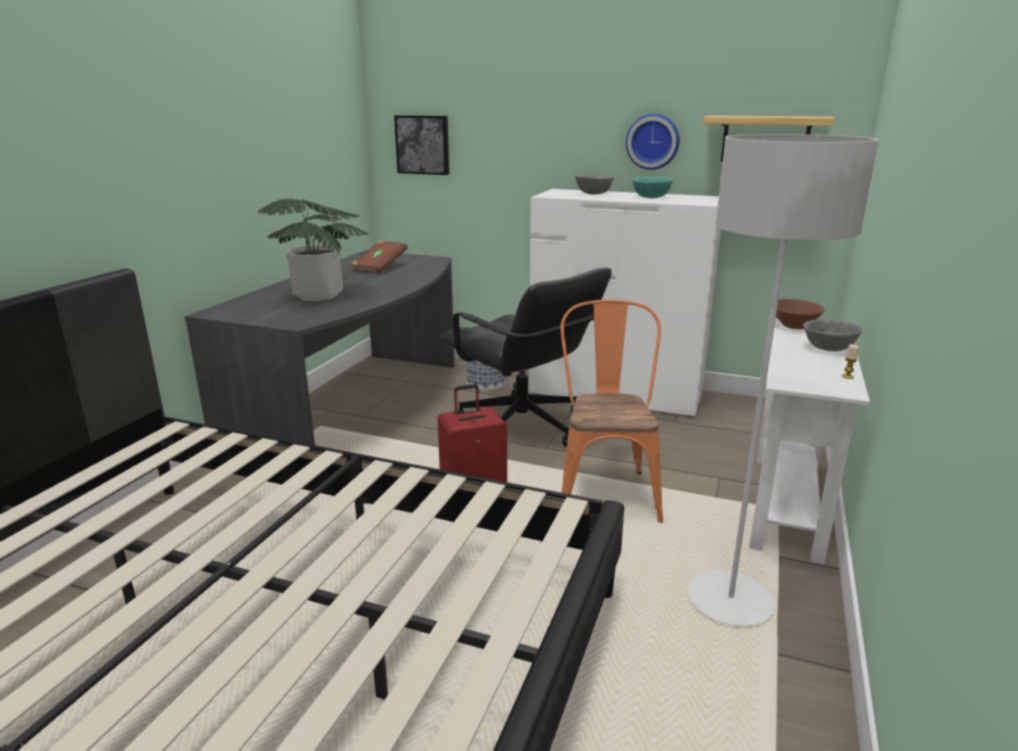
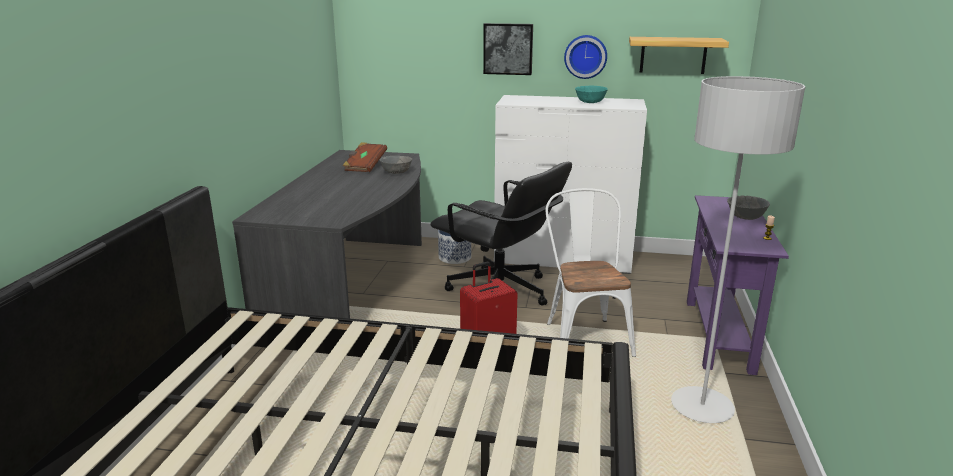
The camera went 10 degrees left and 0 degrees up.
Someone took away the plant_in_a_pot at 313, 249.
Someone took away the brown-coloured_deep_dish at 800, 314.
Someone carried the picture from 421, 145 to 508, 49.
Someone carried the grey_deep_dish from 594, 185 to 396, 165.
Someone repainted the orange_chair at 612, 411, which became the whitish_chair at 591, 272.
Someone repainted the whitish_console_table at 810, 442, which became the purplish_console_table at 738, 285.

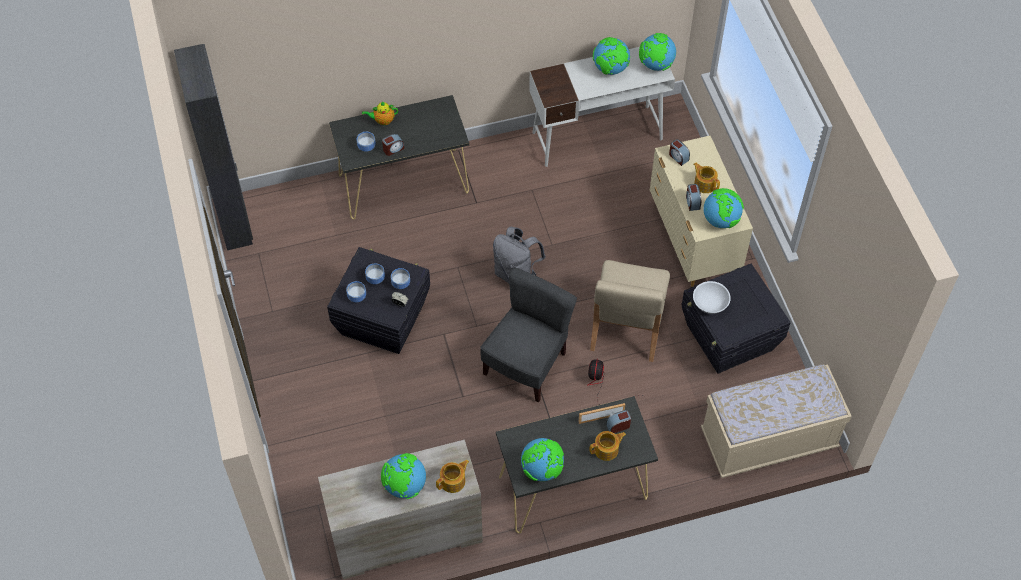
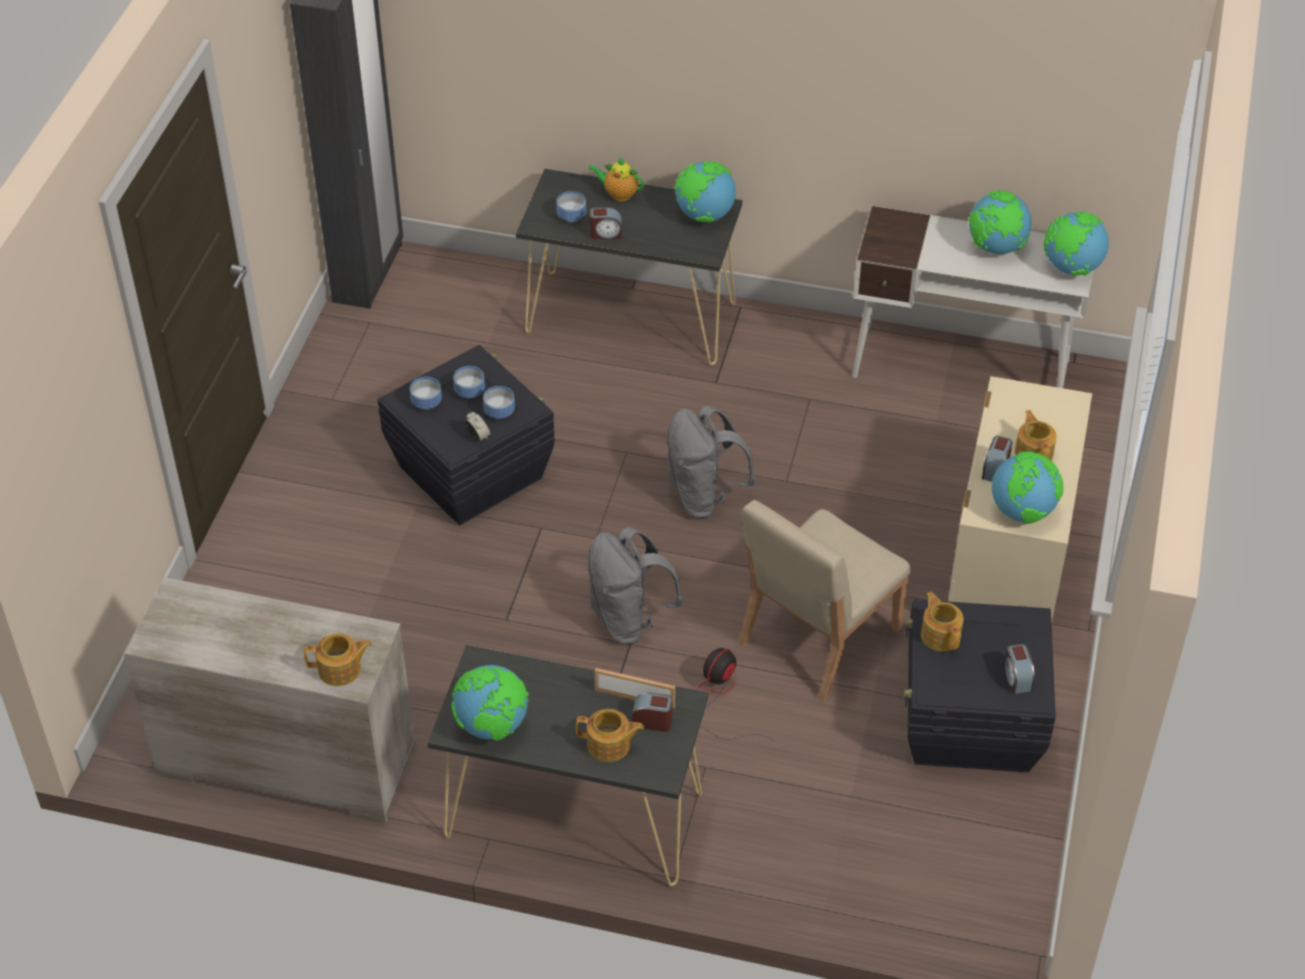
The camera went 30 degrees right and 10 degrees down.
Someone took away the beige_long_seat at 776, 421.
Someone carried the world_globe from 403, 476 to 705, 192.
Someone carried the alarm_clock from 679, 152 to 1019, 669.
Someone swapped the grey_chair at 528, 335 for the grey_knapsack at 635, 585.
Someone swapped the whitish_deep_dish at 712, 297 for the tea_pot at 942, 621.

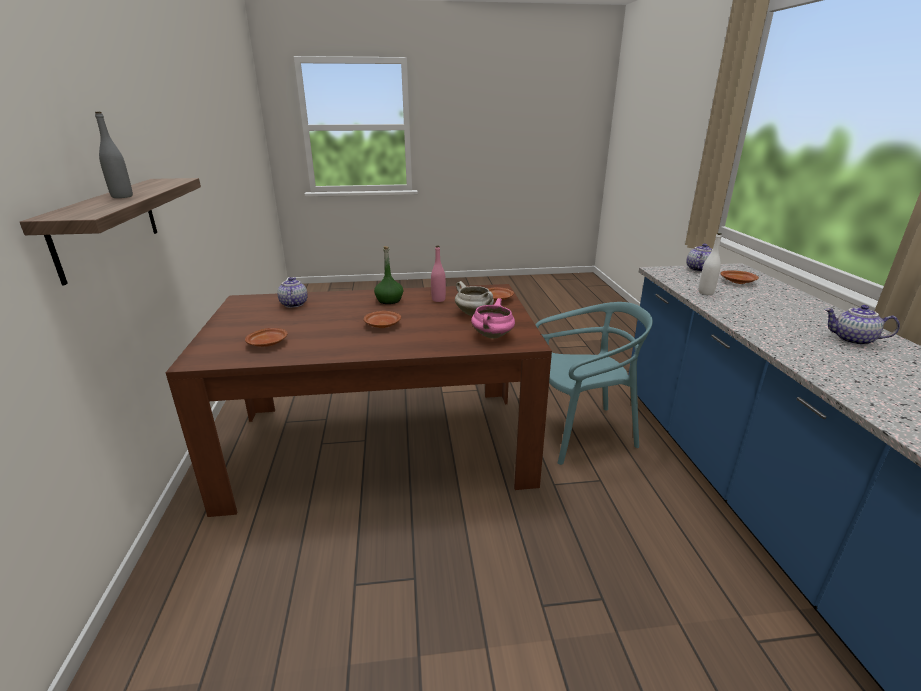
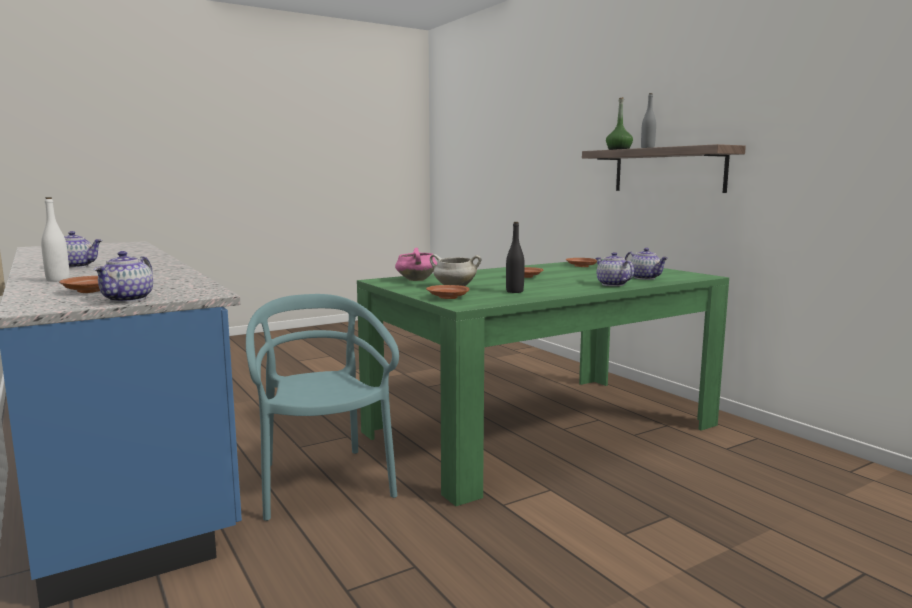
The camera went 155 degrees right and 15 degrees down.
Someone put down the tea_pot at 615, 269.
Someone carried the green-coloured_bottle from 388, 275 to 619, 123.
Someone carried the whitish_bottle from 710, 264 to 55, 239.
Someone repainted the brown-coloured_dinner_table at 359, 400, which became the green-coloured_dinner_table at 543, 382.
Someone repainted the pinkish_bottle at 438, 274, which became the blackish_bottle at 515, 257.
Someone rotated the blue-green_chair at 594, 383 by 105 degrees clockwise.

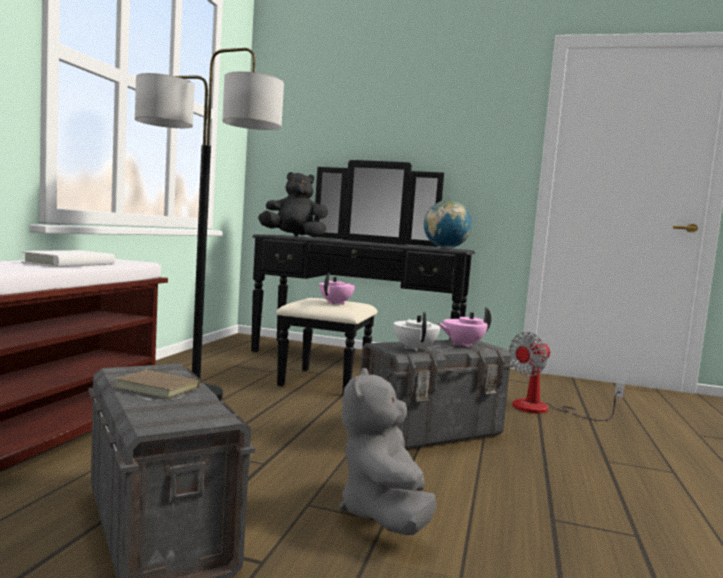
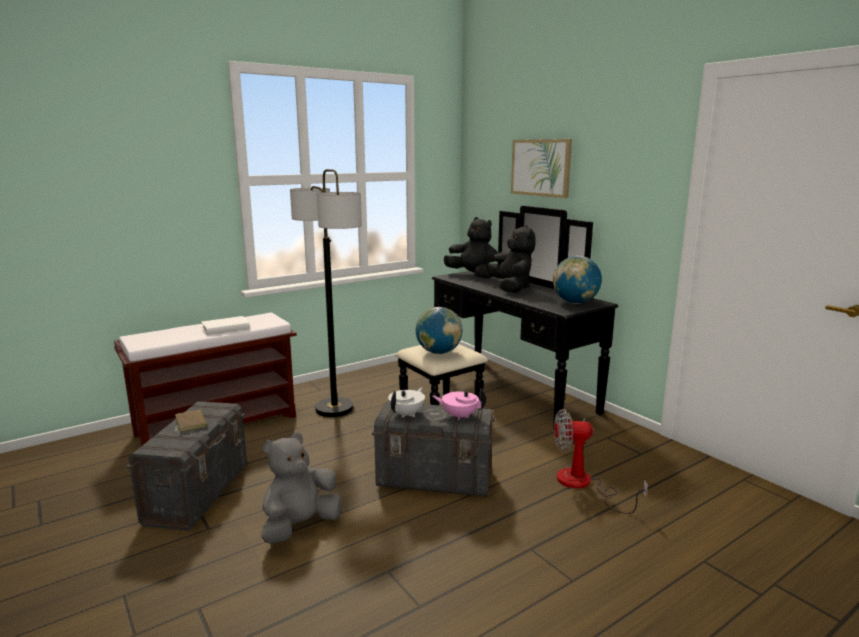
The camera went 40 degrees right and 10 degrees up.
Someone put down the blackish_plush_toy at 511, 259.
Someone put up the picture at 541, 168.
Someone swapped the pinkish_tea_pot at 337, 289 for the world_globe at 439, 330.

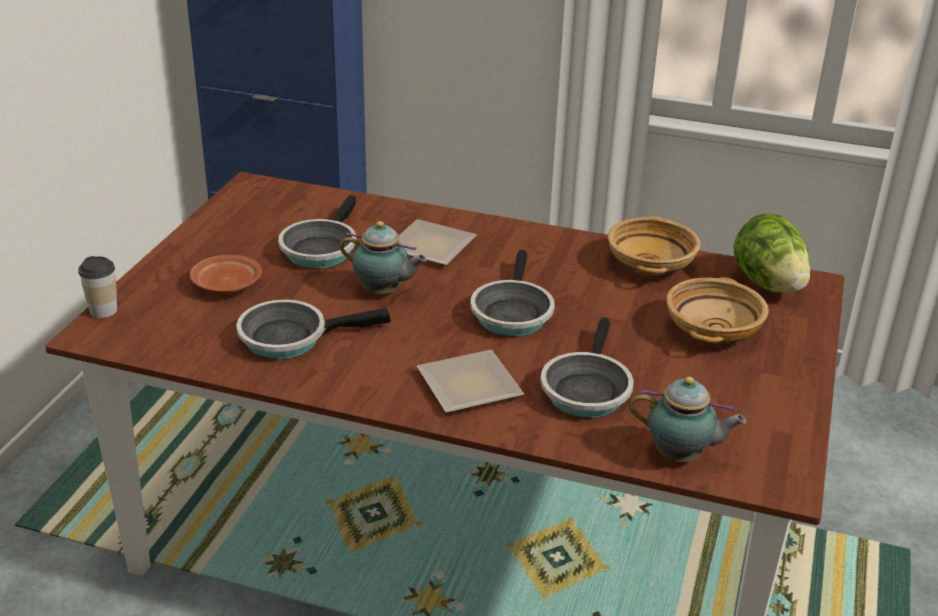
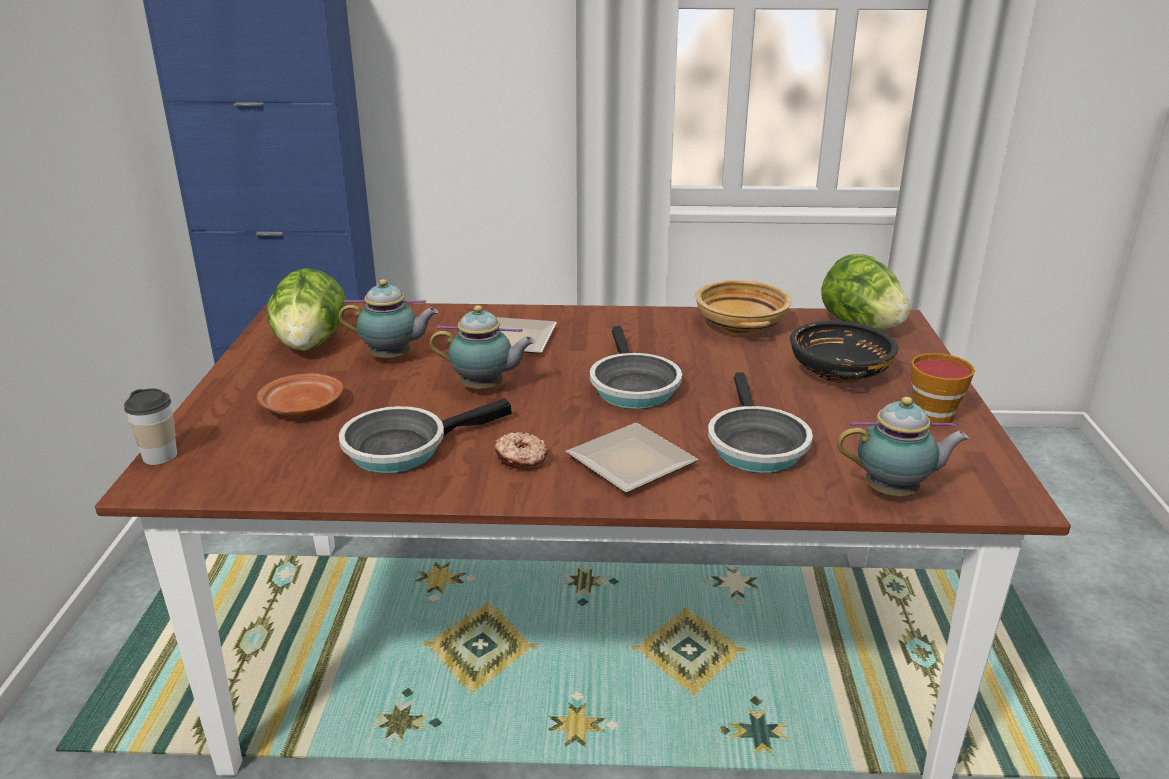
The camera went 15 degrees left and 5 degrees down.
Someone put down the head_of_lettuce at 306, 309.
Someone put down the ring_doughnut at 521, 451.
Someone put down the cup at 943, 388.
Someone swapped the frying_pan at 317, 231 for the tea_pot at 388, 318.
Someone repainted the beige_deep_dish at 717, 310, which became the blackish_deep_dish at 844, 351.

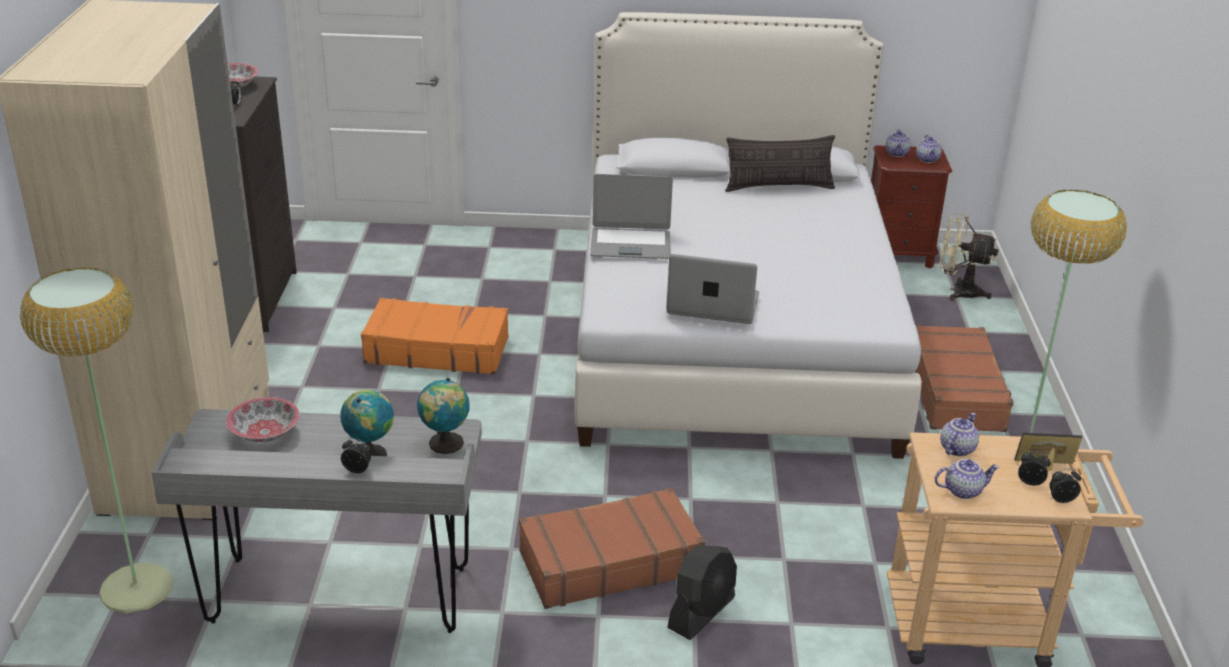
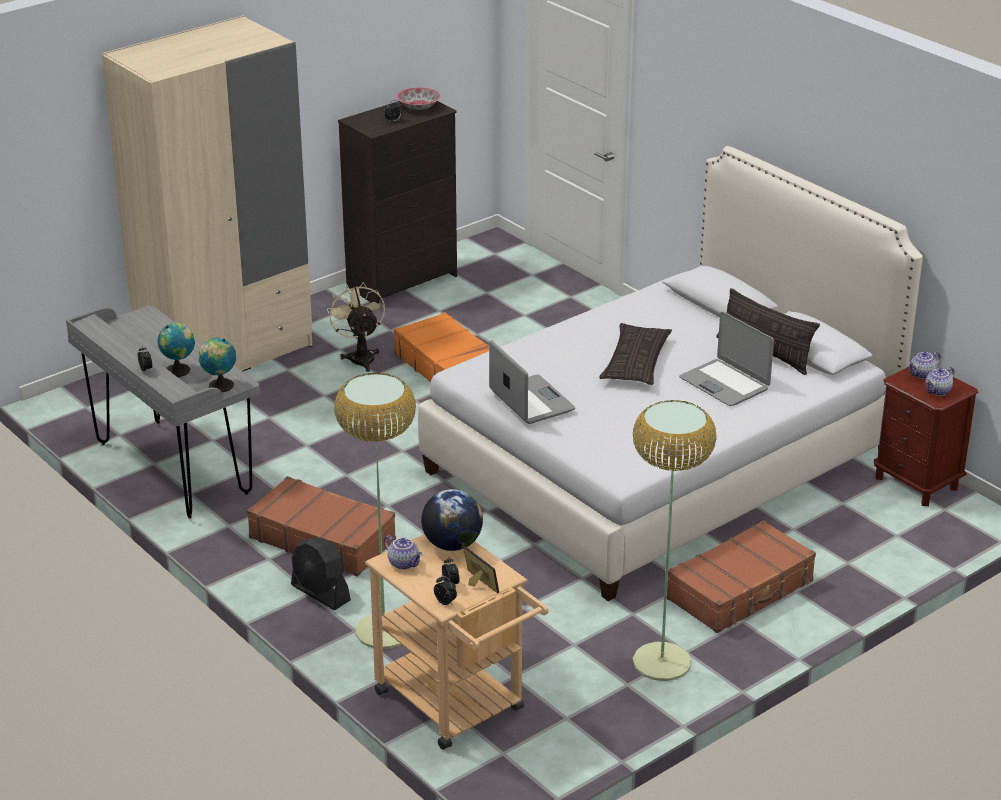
The camera went 50 degrees right and 0 degrees up.
Someone took away the deep_dish at 263, 419.
Someone put down the throw_pillow at 635, 354.
Someone carried the standard_lamp from 96, 440 to 375, 511.
Someone carried the portable_computer from 631, 216 to 726, 358.
Someone carried the beige_fan from 968, 256 to 356, 327.
Someone swapped the tea_pot at 959, 434 for the world_globe at 452, 520.
Someone rotated the blackish_fan at 702, 592 by 45 degrees clockwise.

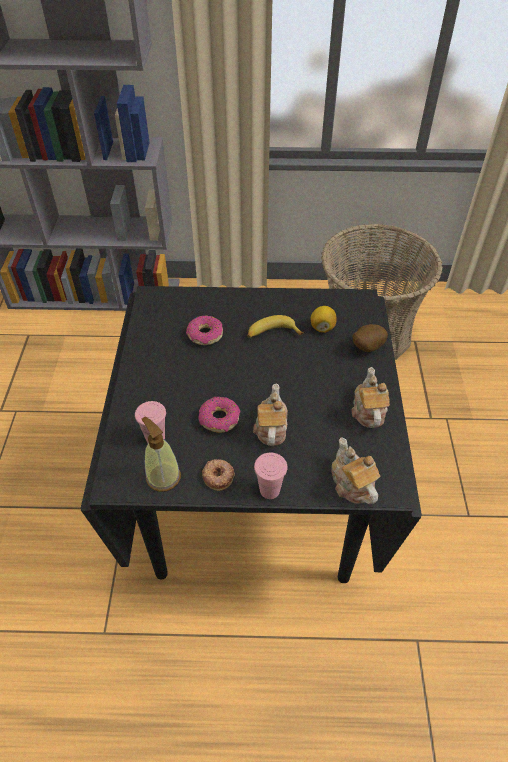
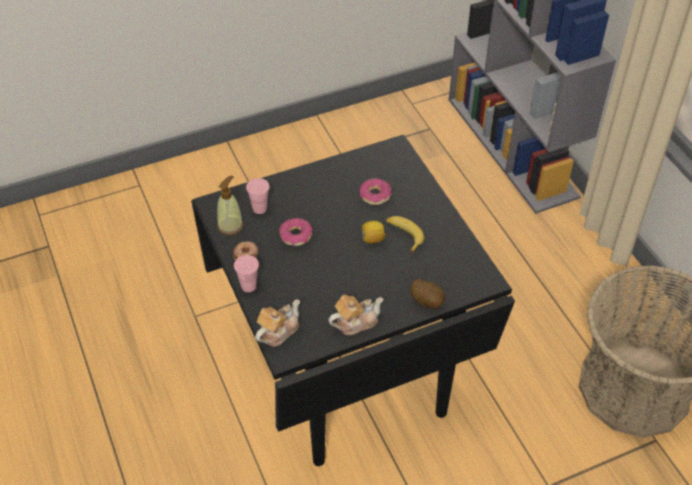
The camera went 65 degrees right and 0 degrees up.
Someone took away the tea_pot at 270, 414.
Someone carried the lemon from 324, 319 to 374, 232.

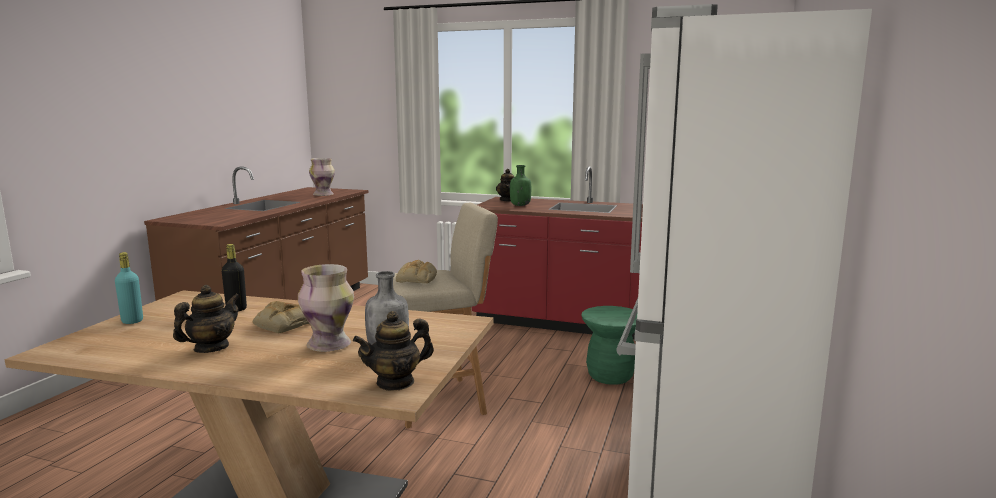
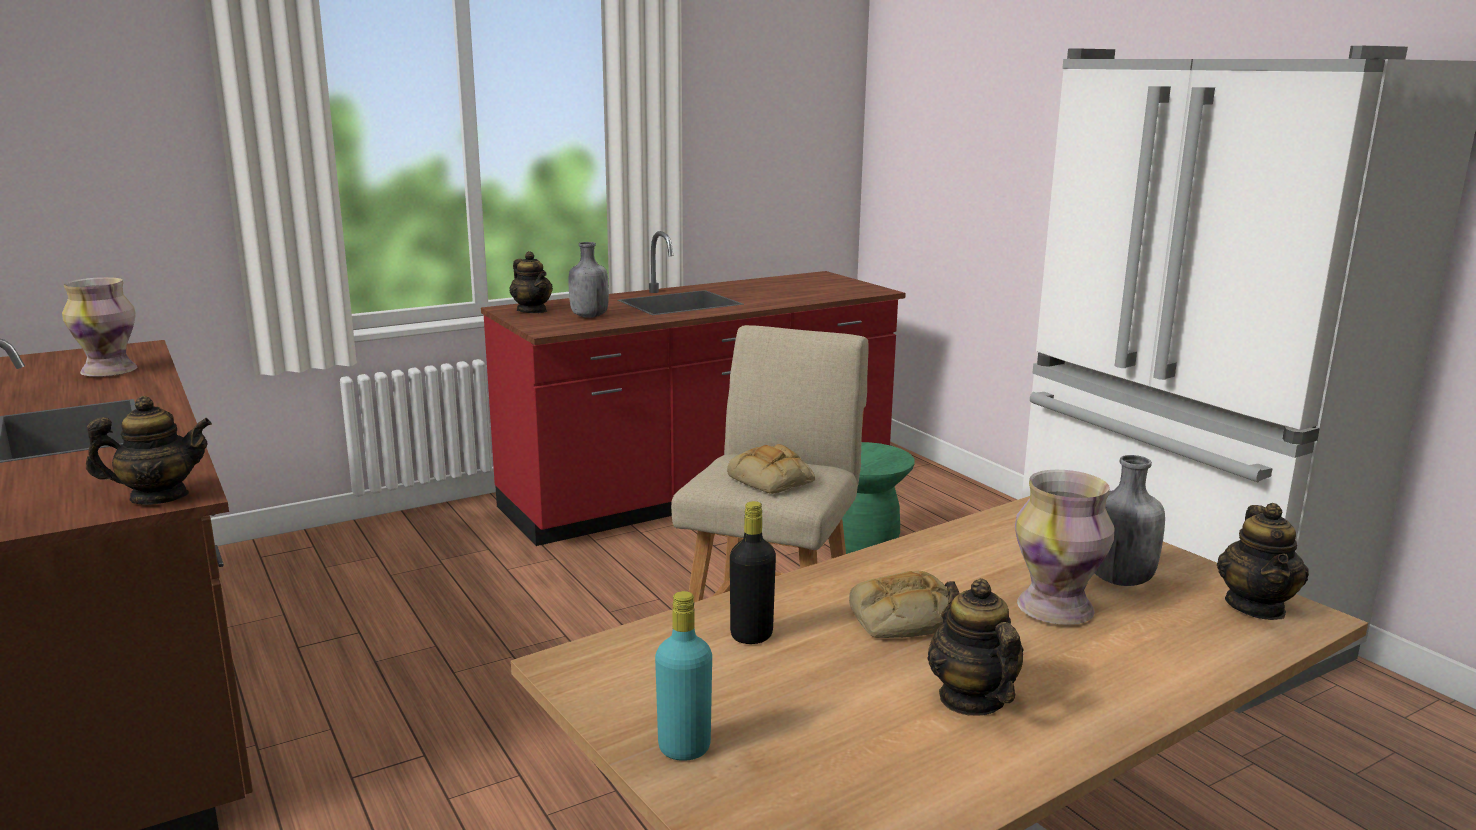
The camera went 50 degrees left and 5 degrees up.
Someone put down the tea_pot at 149, 450.
Someone repainted the green-coloured_bottle at 520, 185, which became the grey_bottle at 589, 280.

